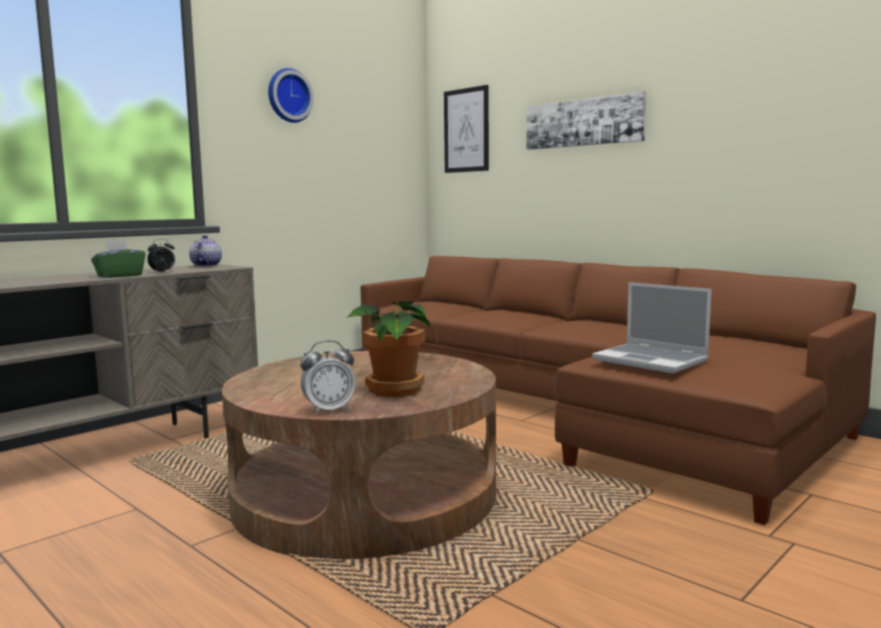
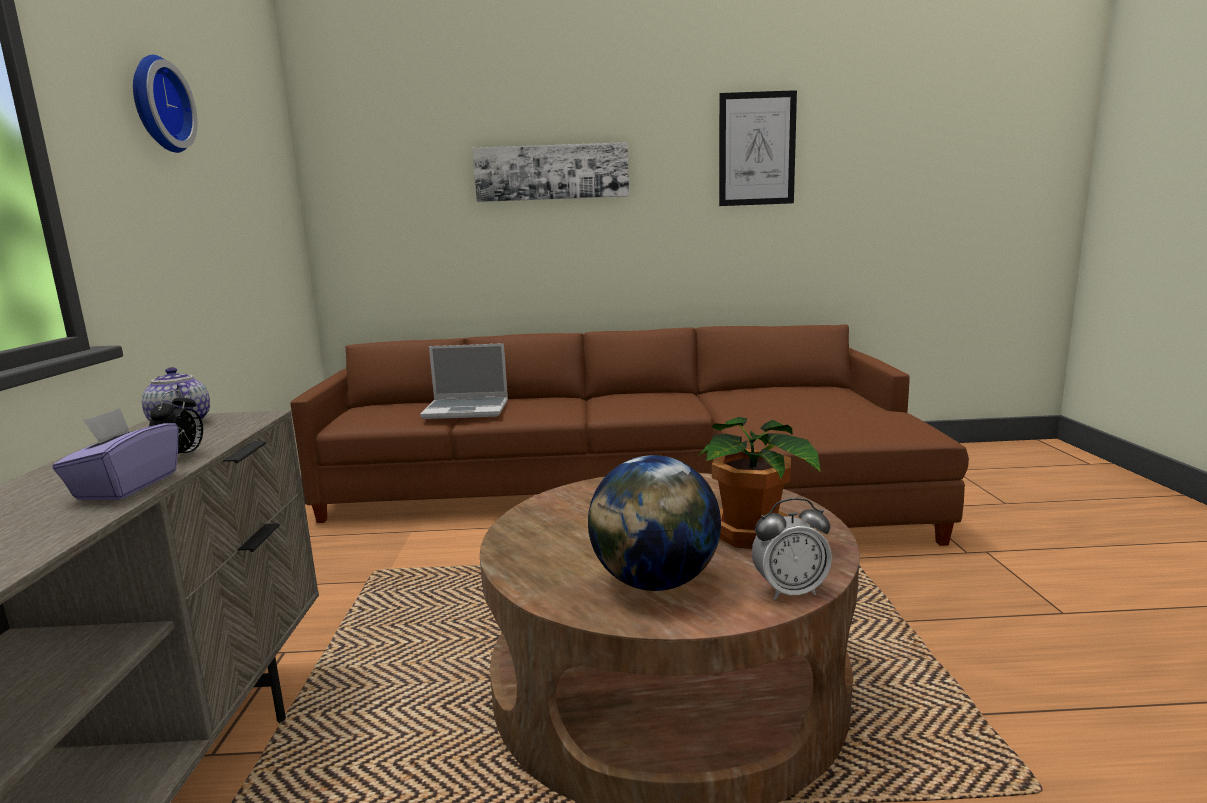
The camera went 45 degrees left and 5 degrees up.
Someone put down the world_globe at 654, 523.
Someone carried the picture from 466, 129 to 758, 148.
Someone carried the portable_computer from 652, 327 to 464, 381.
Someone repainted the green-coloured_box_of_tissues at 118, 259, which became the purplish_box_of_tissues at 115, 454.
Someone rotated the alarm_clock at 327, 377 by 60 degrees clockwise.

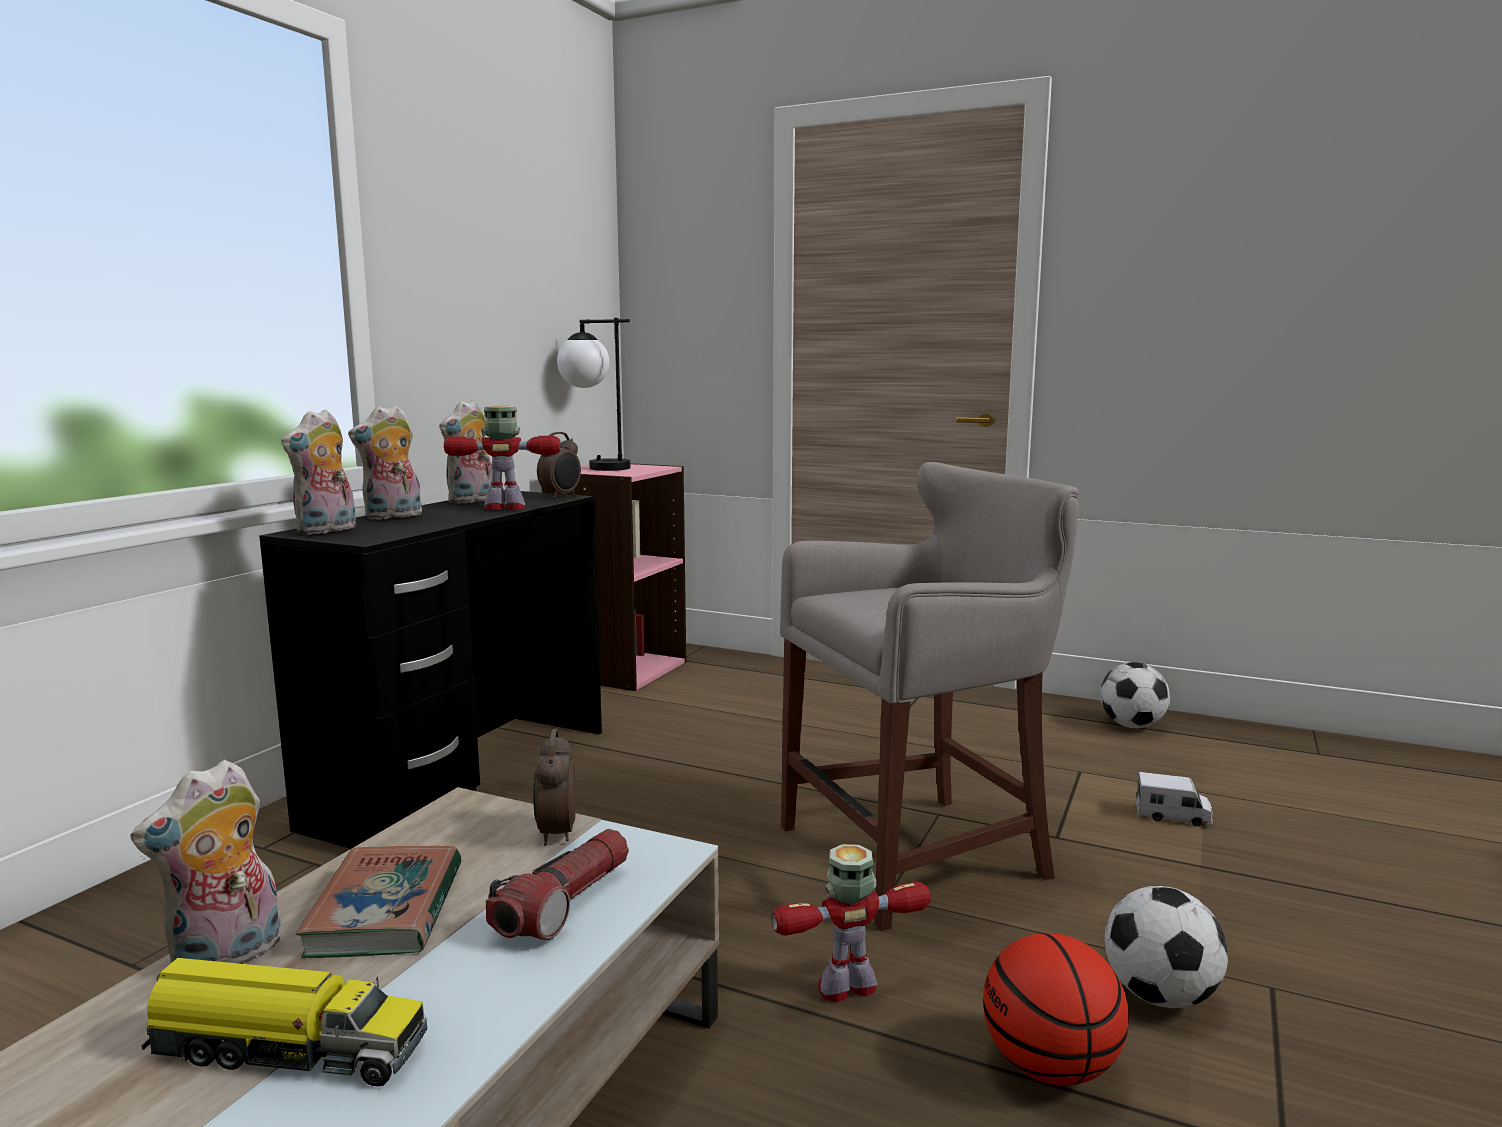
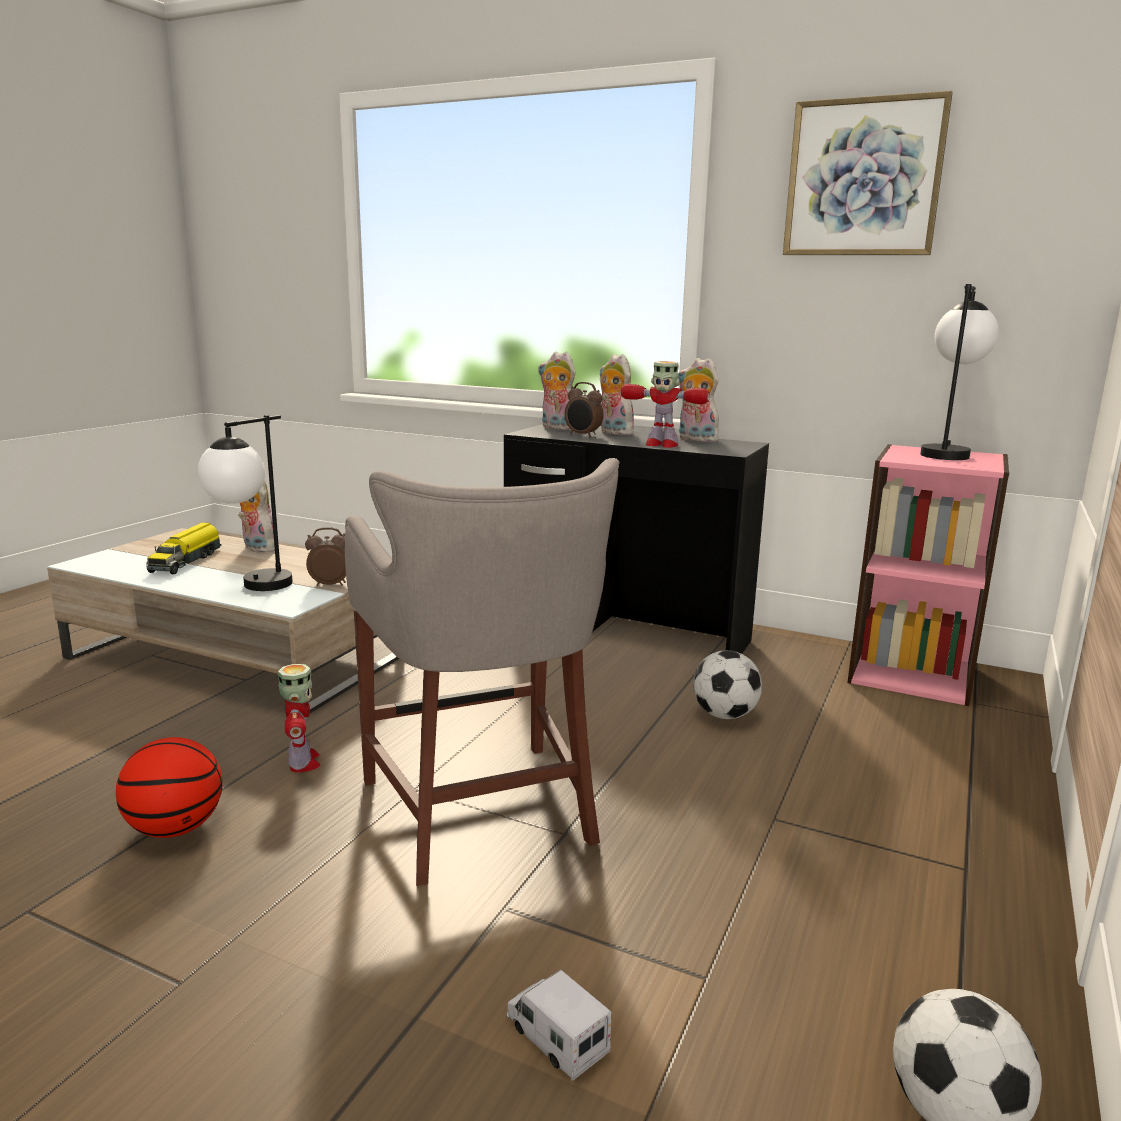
The camera went 90 degrees right and 5 degrees up.
Someone took away the book at 378, 902.
Someone put up the picture at 868, 173.
Someone carried the alarm_clock from 559, 465 to 584, 409.
Someone carried the football from 1166, 947 to 727, 684.
Someone swapped the flashlight at 557, 884 for the lamp_for_a_table at 245, 503.
Someone rotated the toy_robot at 502, 457 by 120 degrees clockwise.
Someone rotated the toy_truck at 1174, 799 by 120 degrees clockwise.

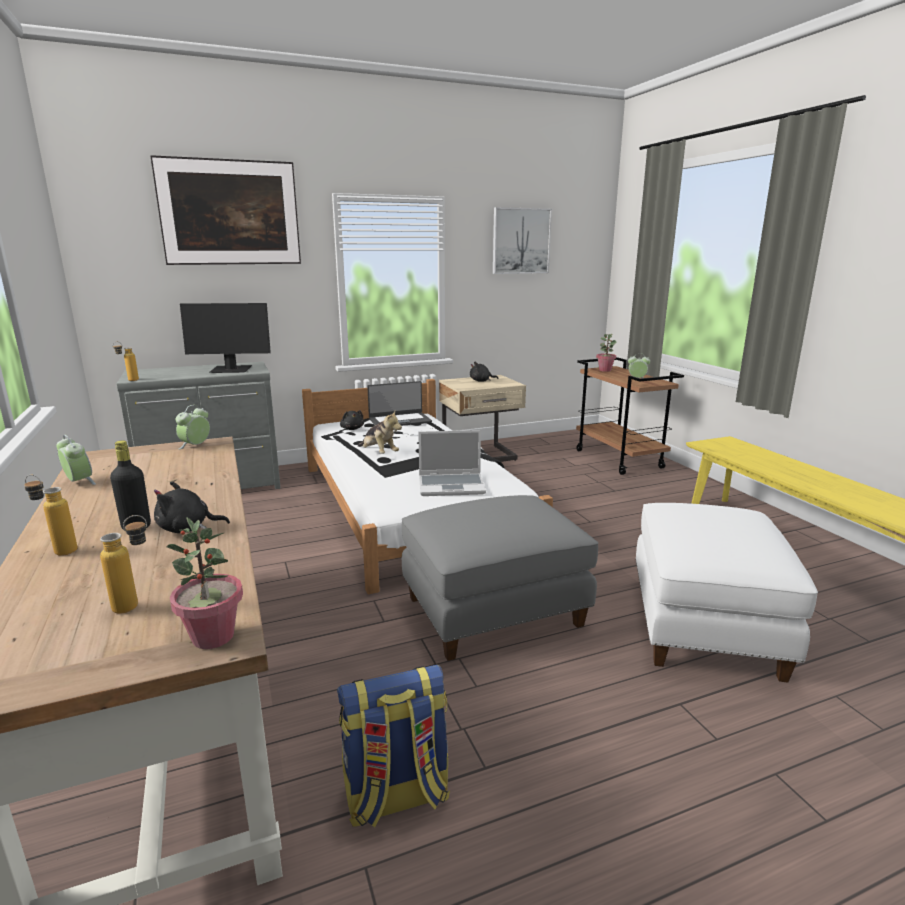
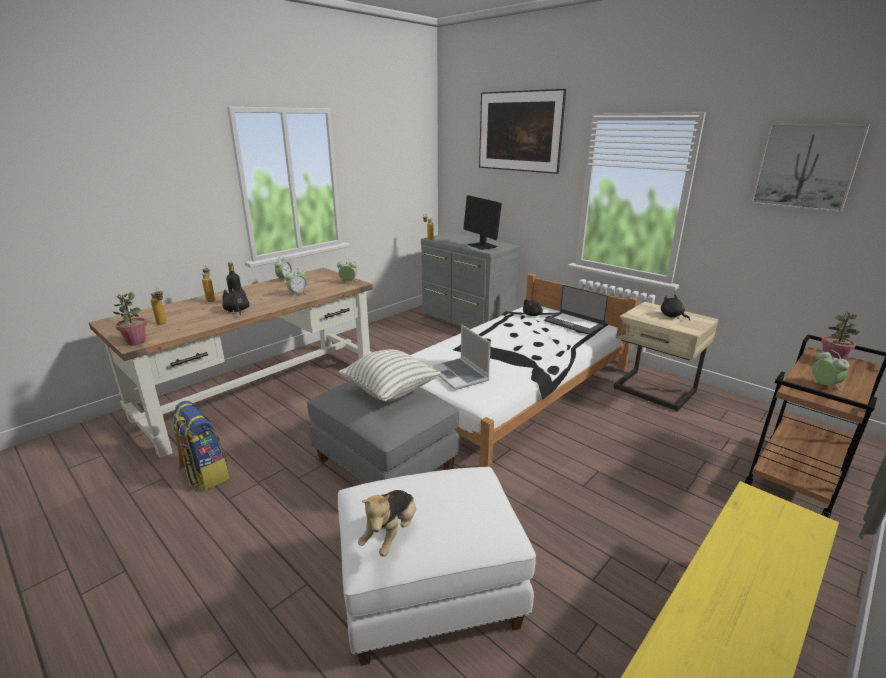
The camera went 65 degrees right and 5 degrees up.
Someone put down the alarm_clock at 296, 282.
Someone put down the throw_pillow at 389, 375.
Someone carried the plush_toy from 380, 432 to 387, 523.

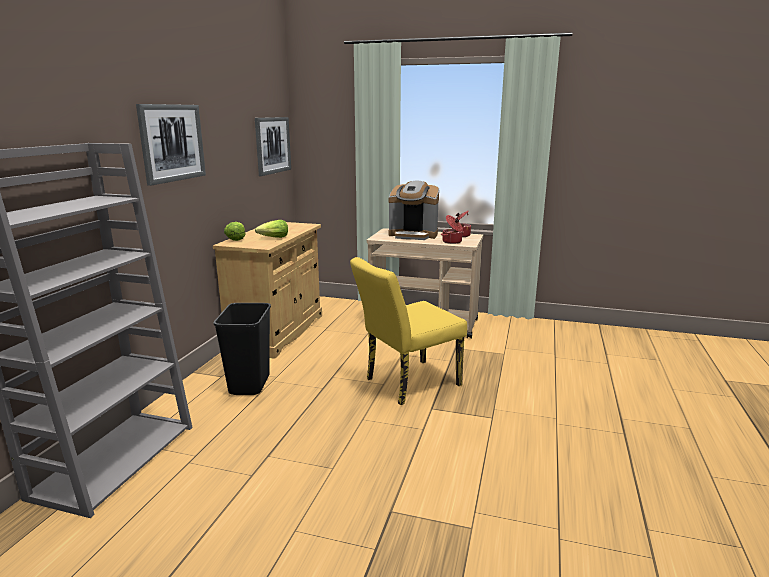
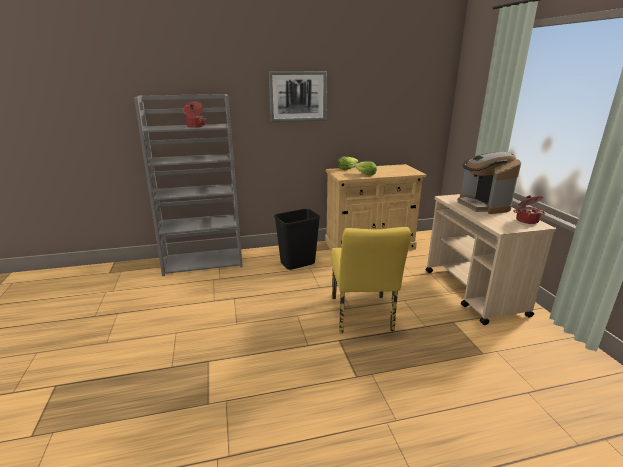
The camera went 60 degrees right and 5 degrees up.
Someone took away the picture at 273, 146.
Someone carried the stockpot from 452, 229 to 194, 115.
Someone rotated the yellow-coloured_chair at 408, 331 by 120 degrees counterclockwise.

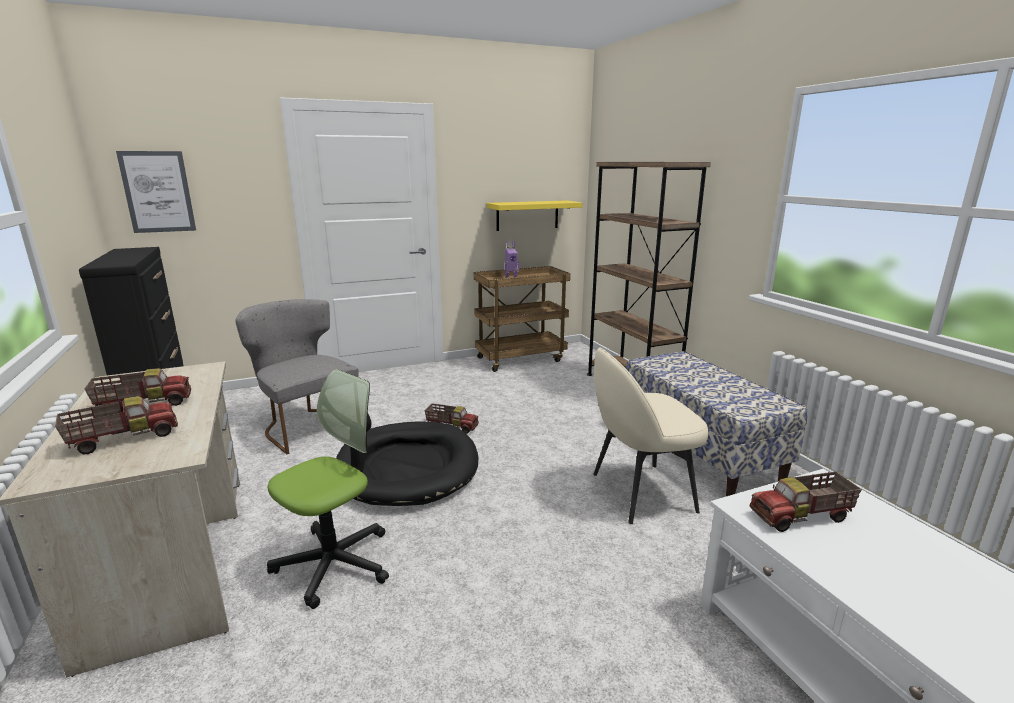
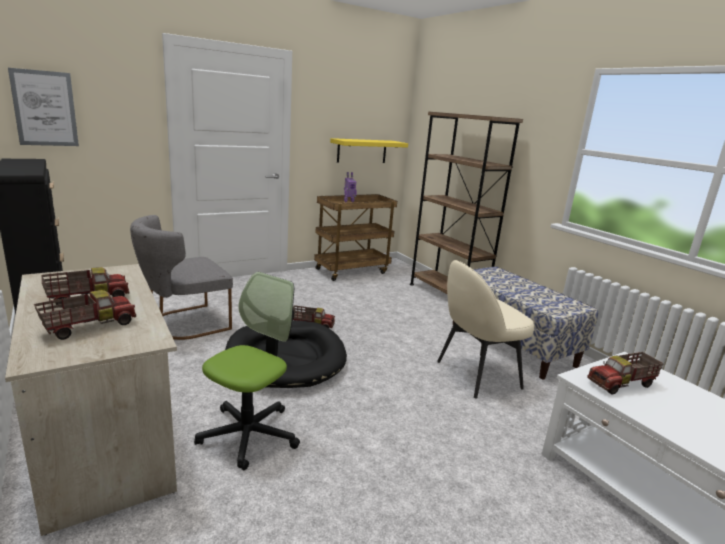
The camera went 10 degrees left and 0 degrees up.
Someone rotated the grey_chair at 297, 376 by 75 degrees counterclockwise.

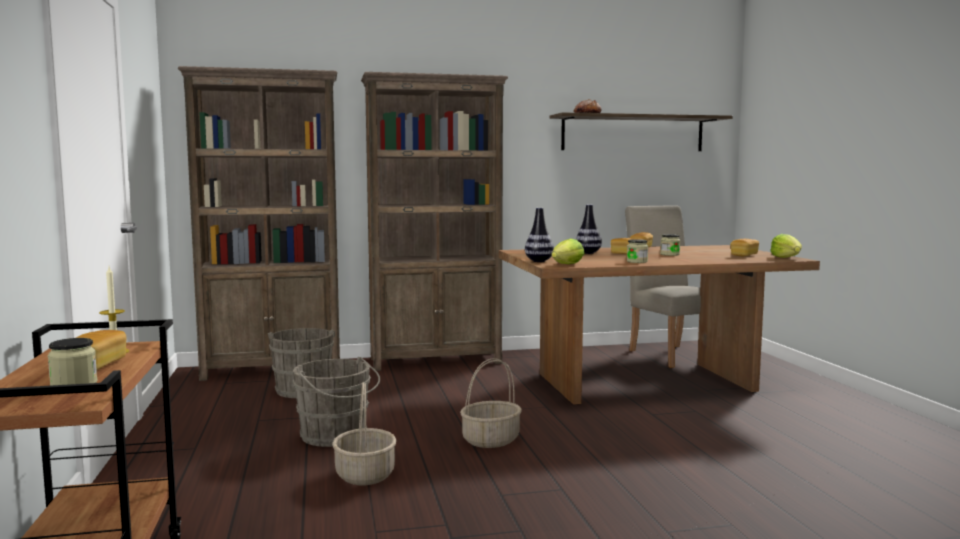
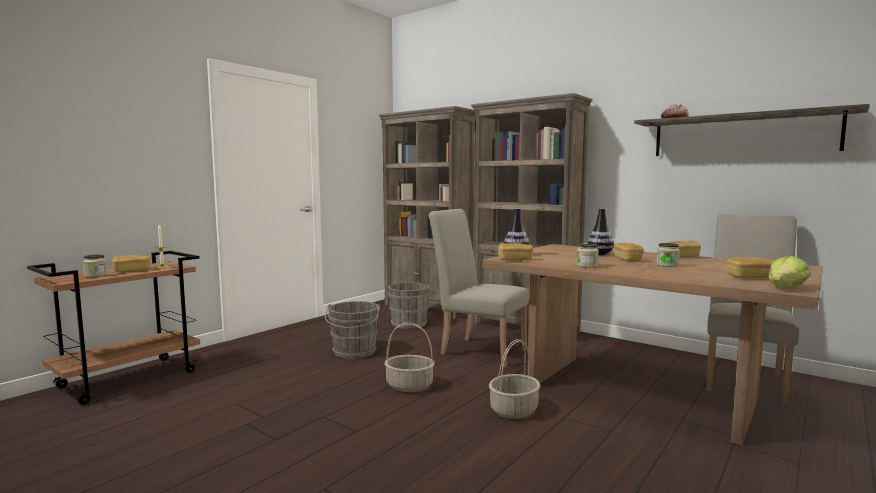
The camera went 50 degrees right and 0 degrees up.
Someone put down the beige_chair at 479, 288.
Someone carried the household_basket from 364, 433 to 515, 379.
Someone swapped the head_of_lettuce at 568, 251 for the bakery_bread at 515, 251.

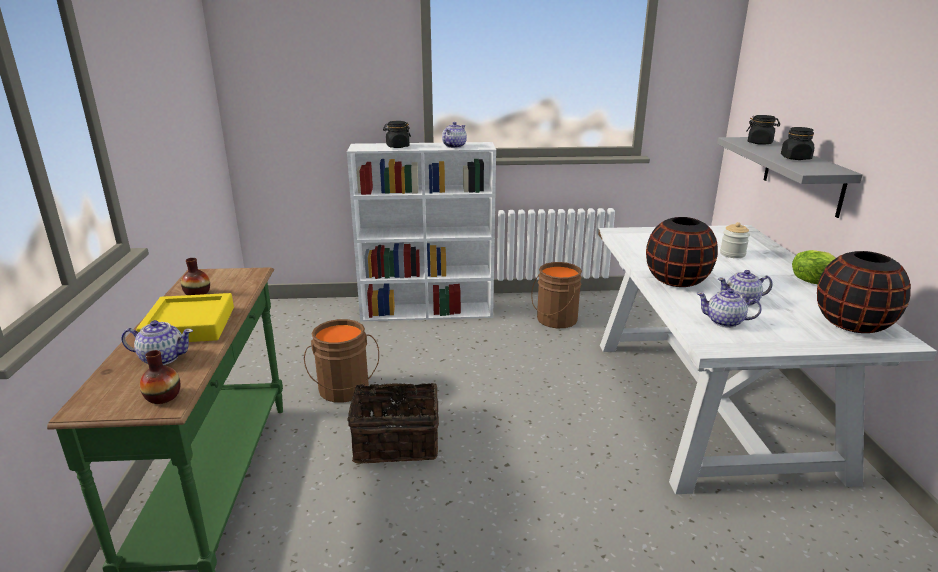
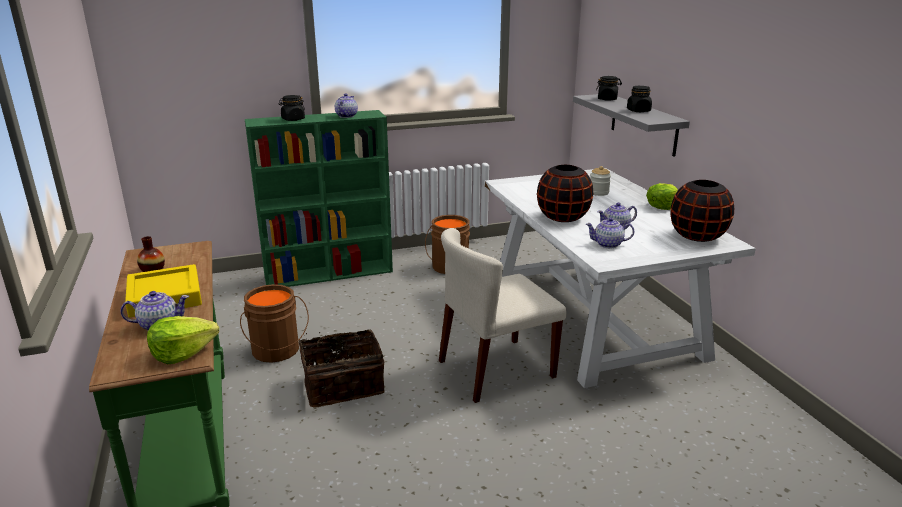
The camera went 15 degrees left and 0 degrees up.
Someone put down the beige_chair at 503, 315.
Someone swapped the vase at 160, 377 for the head_of_lettuce at 183, 340.
Someone repainted the whitish_bookshelf at 421, 231, which became the green-coloured_bookshelf at 319, 198.

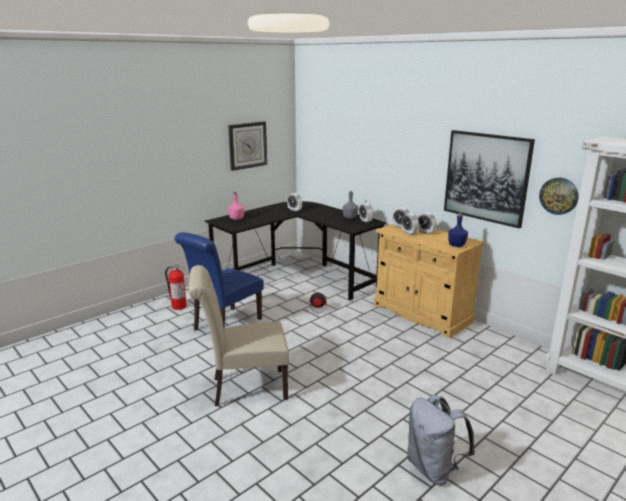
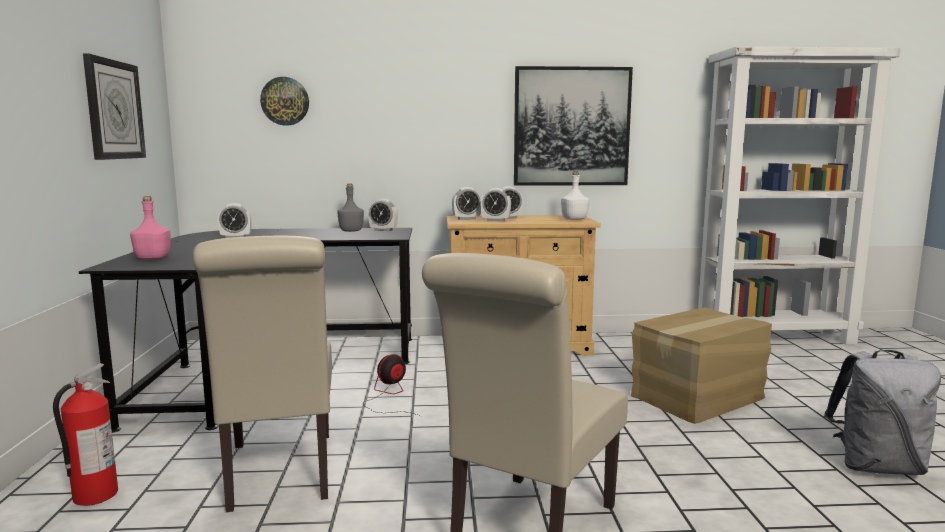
The camera went 50 degrees left and 10 degrees down.
Someone put down the packing_box at 701, 365.
Someone carried the clock_on_the_wall from 559, 196 to 284, 101.
Someone repainted the blue_chair at 219, 281, which became the beige_chair at 262, 374.
Someone repainted the blue_bottle at 458, 230, which became the whitish_bottle at 575, 195.

